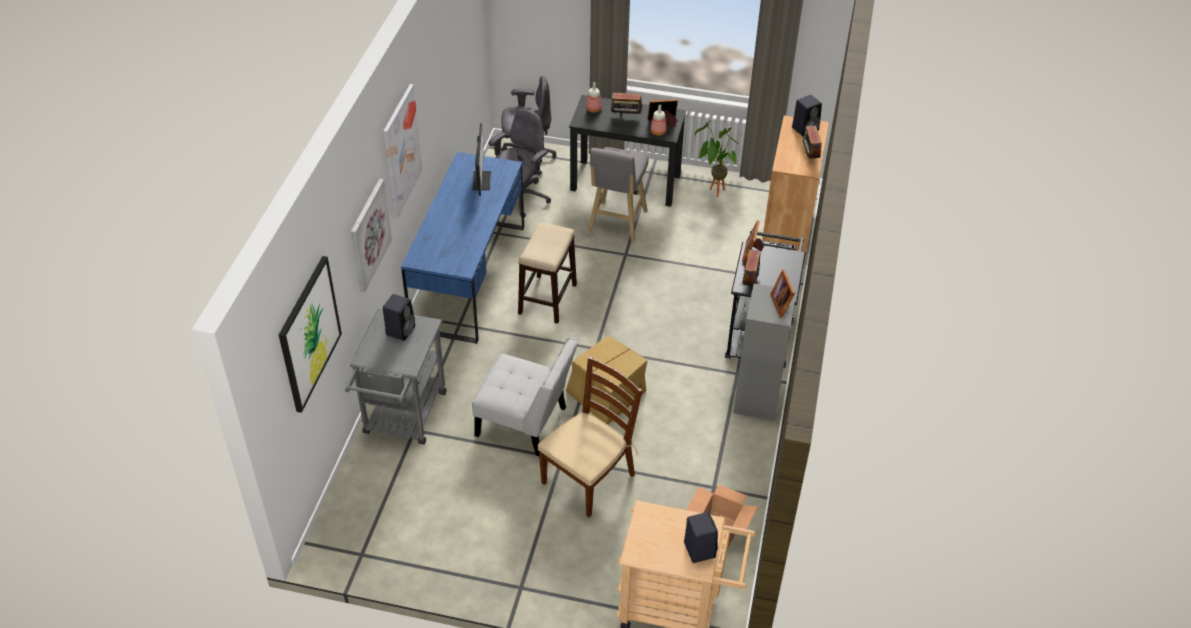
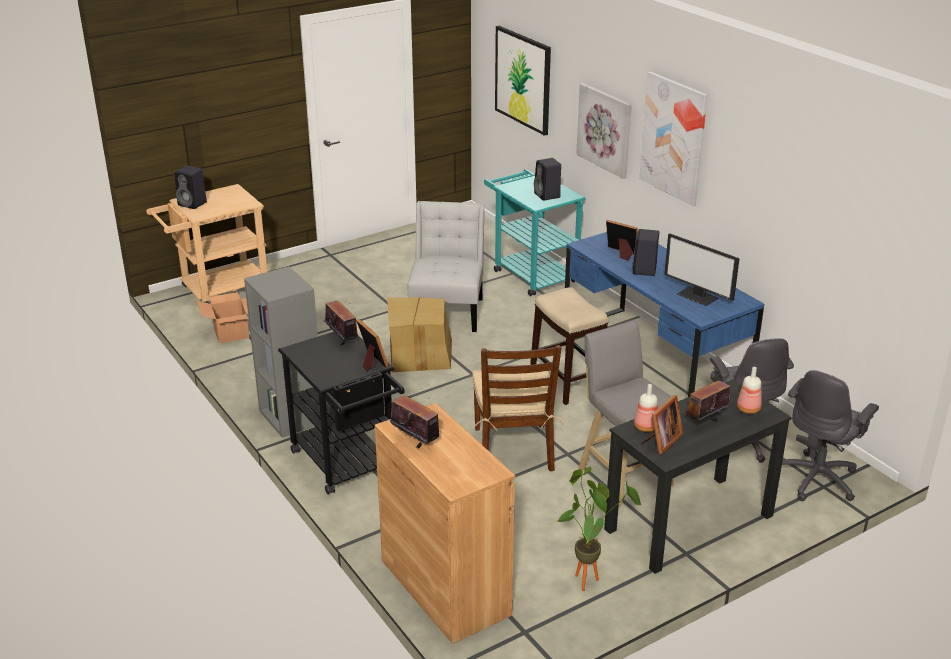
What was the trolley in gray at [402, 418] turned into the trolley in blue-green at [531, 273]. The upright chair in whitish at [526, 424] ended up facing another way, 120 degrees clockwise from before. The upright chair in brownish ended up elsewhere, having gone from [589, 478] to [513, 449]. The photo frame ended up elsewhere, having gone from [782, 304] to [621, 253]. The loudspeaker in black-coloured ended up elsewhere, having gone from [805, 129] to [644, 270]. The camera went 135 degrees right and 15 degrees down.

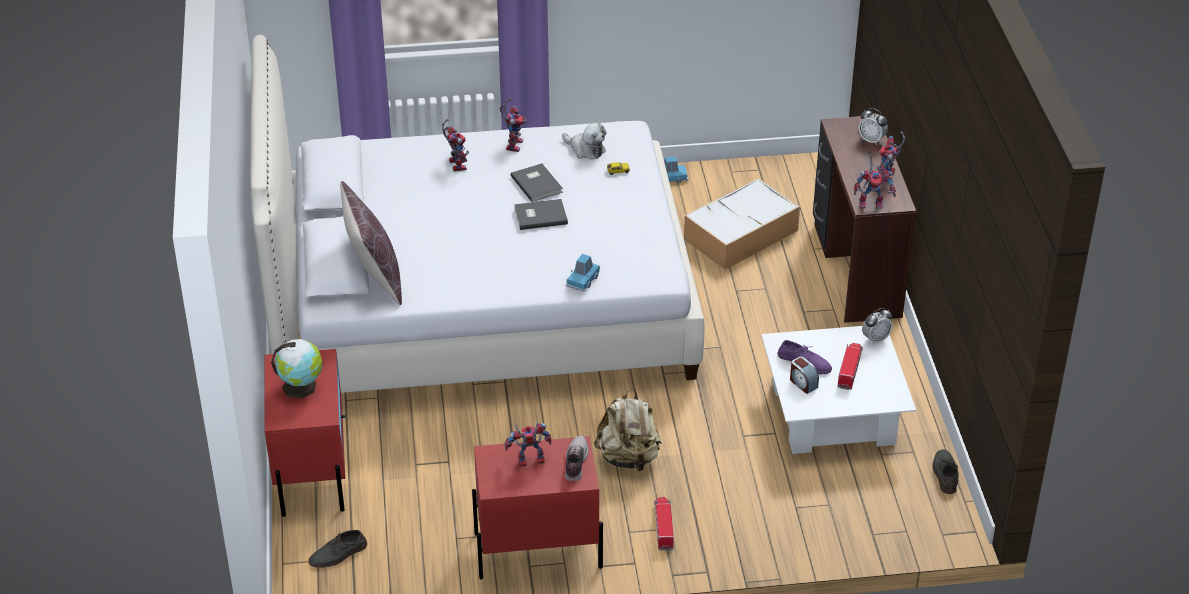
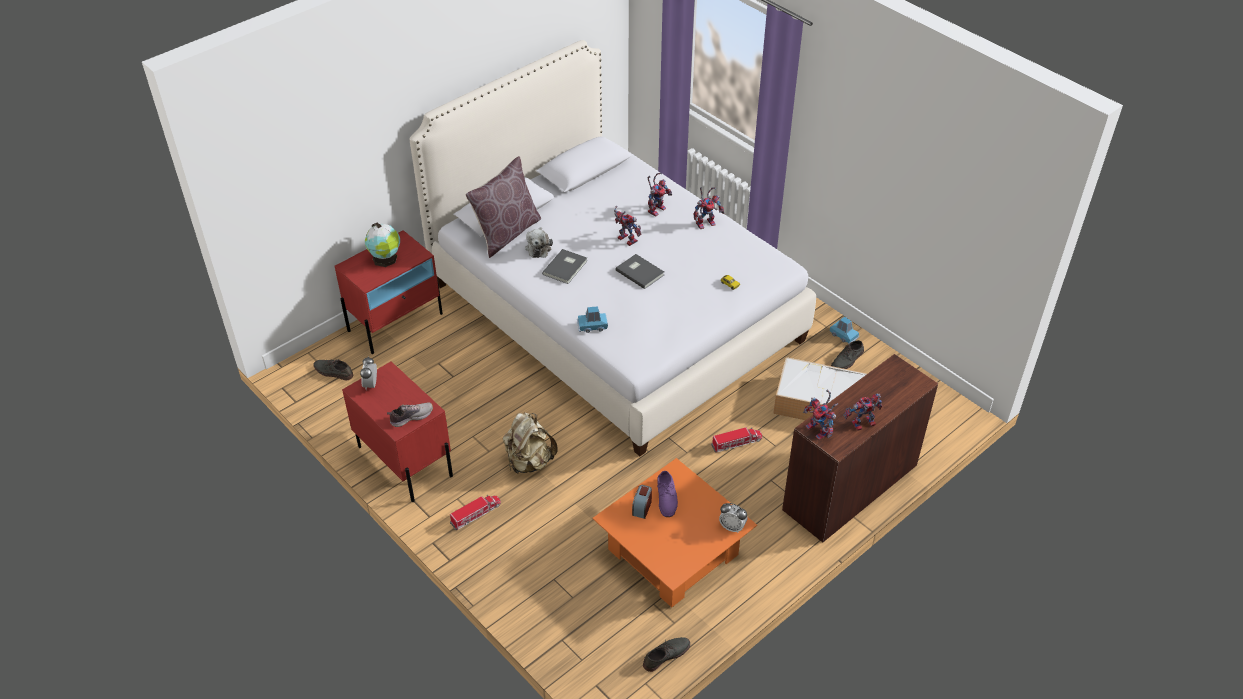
The model robot ended up elsewhere, having gone from [529, 461] to [625, 239]. The bound book in gray ended up elsewhere, having gone from [537, 183] to [566, 267]. The cuddly toy ended up elsewhere, having gone from [585, 149] to [538, 247]. What was the coffee table in whitish at [832, 414] turned into the coffee table in orange at [673, 552]. The model truck ended up elsewhere, having gone from [850, 369] to [736, 443]. The table clock ended up elsewhere, having gone from [871, 140] to [371, 384]. The second view gained the low shoe in gray at [847, 359]. The camera went 55 degrees right and 5 degrees up.

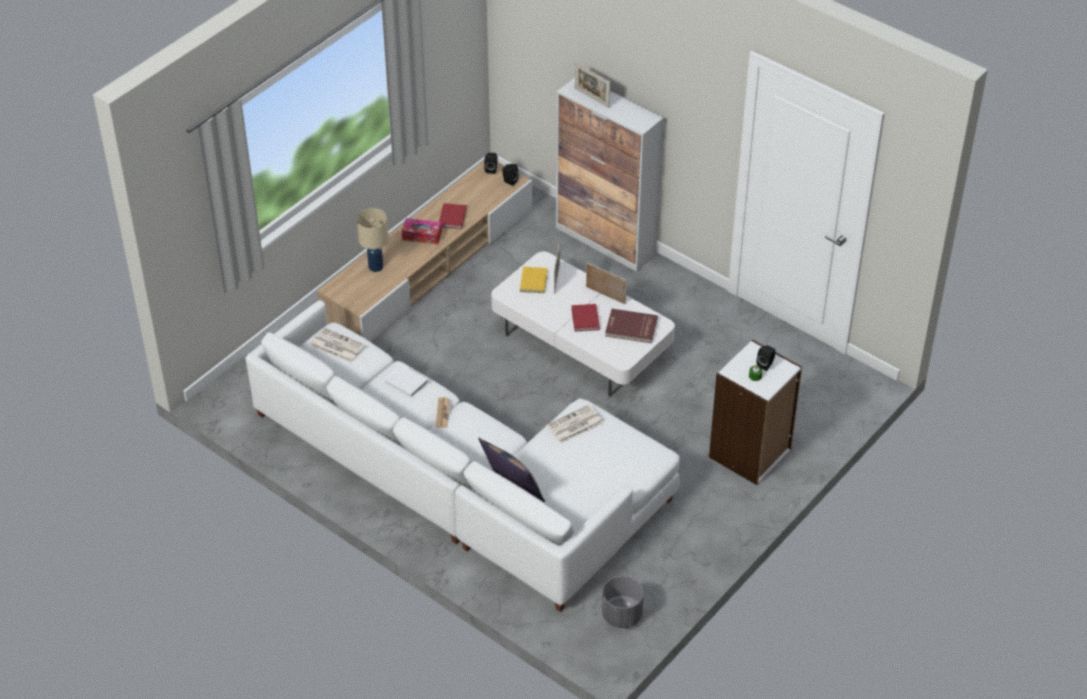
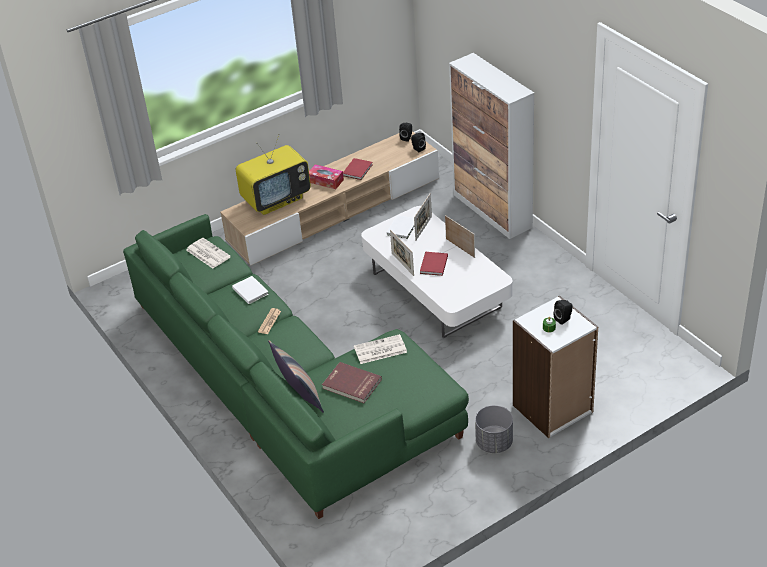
What was the couch in whitish at [467, 480] turned into the couch in green-coloured at [287, 388]. Where the table lamp in beige-coloured stood at [375, 266], the TV came to stand at [276, 199]. What was the bound book in yellowish at [534, 280] turned into the bound book in whitish at [403, 228]. The photo frame ended up elsewhere, having gone from [592, 98] to [402, 264]. The flower pot in gray ended up elsewhere, having gone from [621, 615] to [494, 443]. The bound book in red-coloured ended up elsewhere, having gone from [631, 328] to [351, 384]. The camera went 20 degrees right and 5 degrees down.

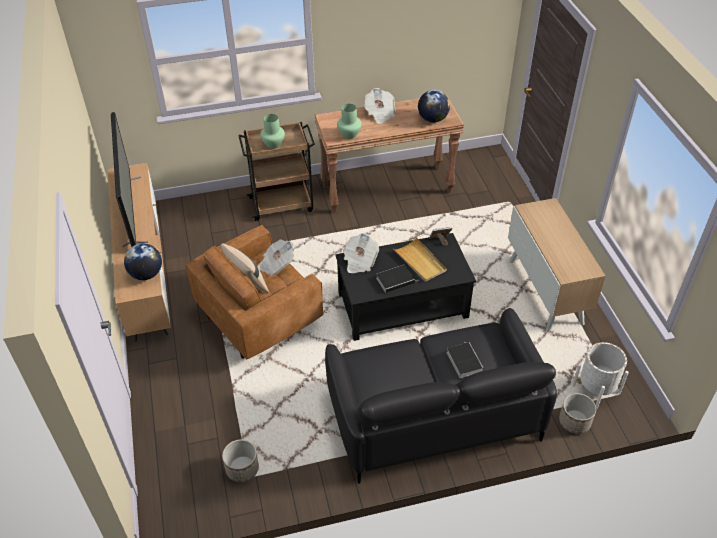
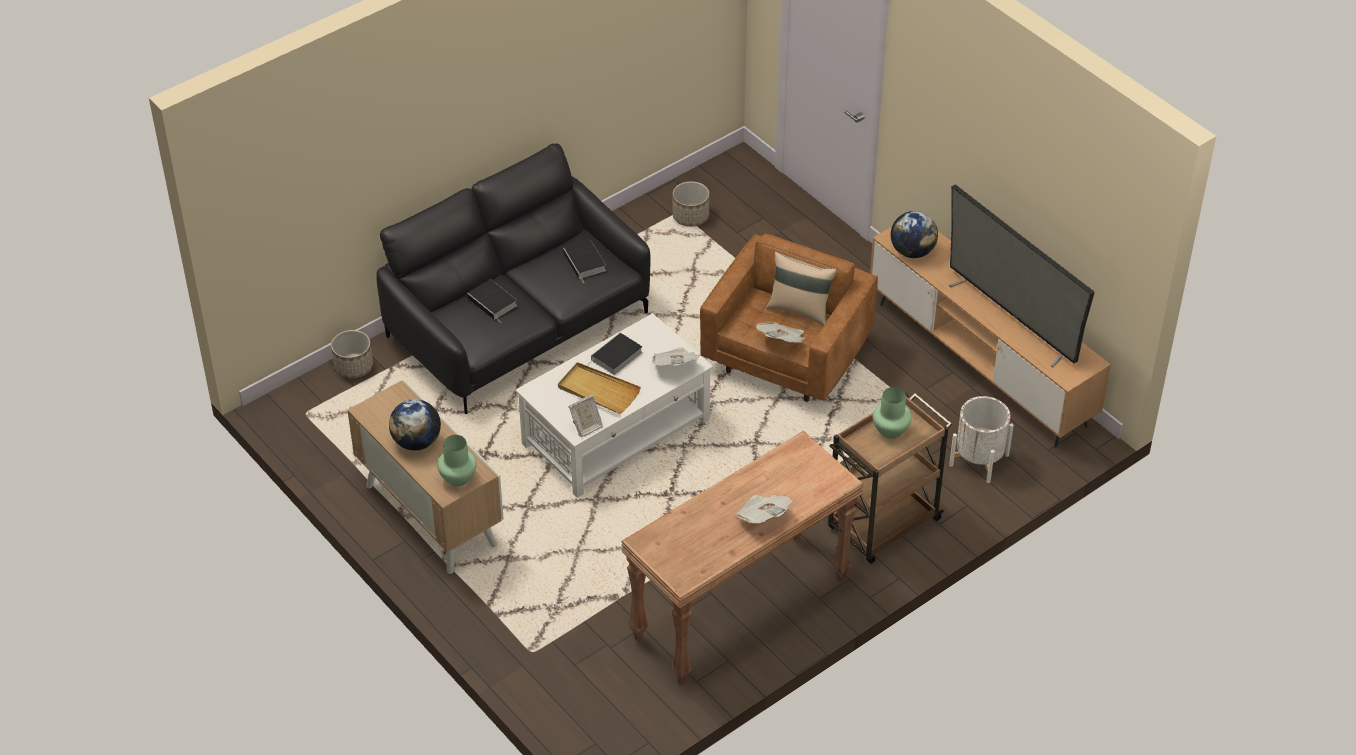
What was the coffee table in black-coloured at [402, 305] turned into the coffee table in whitish at [617, 432]. The flower vase in green-coloured ended up elsewhere, having gone from [349, 134] to [457, 478]. The world globe ended up elsewhere, having gone from [432, 119] to [417, 442]. The flower pot in whitish ended up elsewhere, having gone from [596, 389] to [979, 460]. The second view gained the bound book at [585, 263]. The camera went 155 degrees right and 0 degrees up.

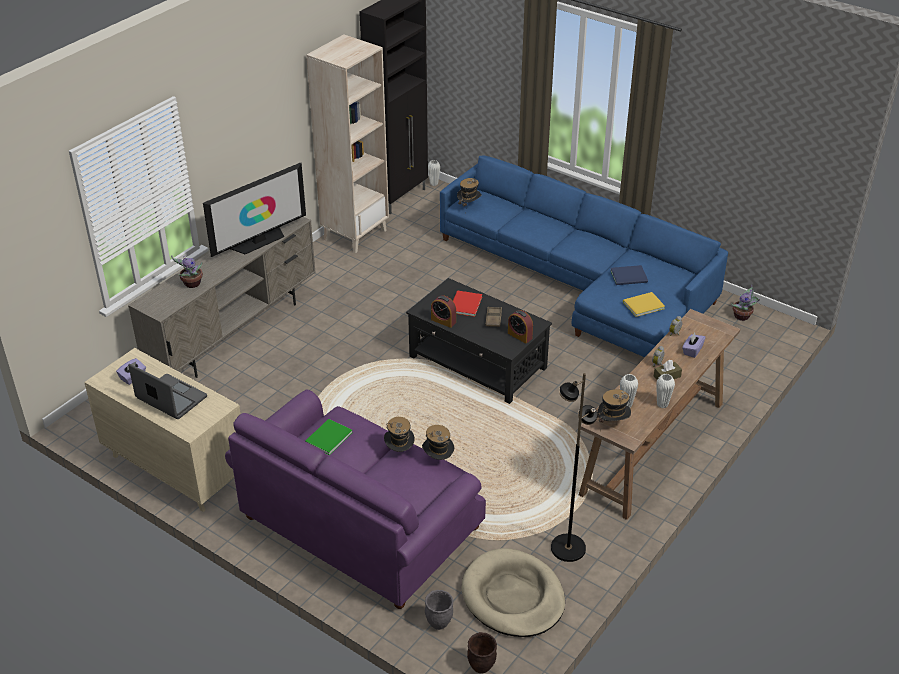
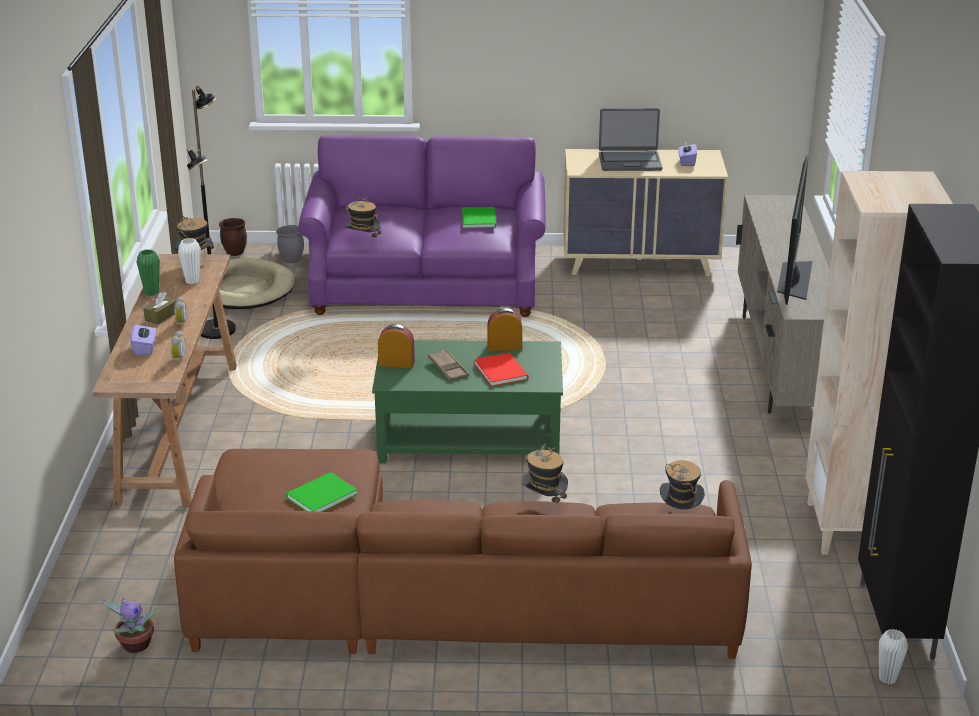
The second view lost the plant in a pot at [191, 284]. The wearable hat ended up elsewhere, having gone from [399, 451] to [544, 503]. What was the coffee table in black-coloured at [478, 362] turned into the coffee table in green-coloured at [468, 437]. What was the couch in blue-coloured at [583, 282] turned into the couch in brownish at [434, 597]. What was the bound book in blue-coloured at [630, 277] turned into the bound book in green-coloured at [319, 495]. The second view lost the bound book in yellowish at [642, 305]. What was the flower vase in whitish at [662, 404] turned into the flower vase in green-coloured at [151, 292]. The camera went 145 degrees right and 10 degrees down.

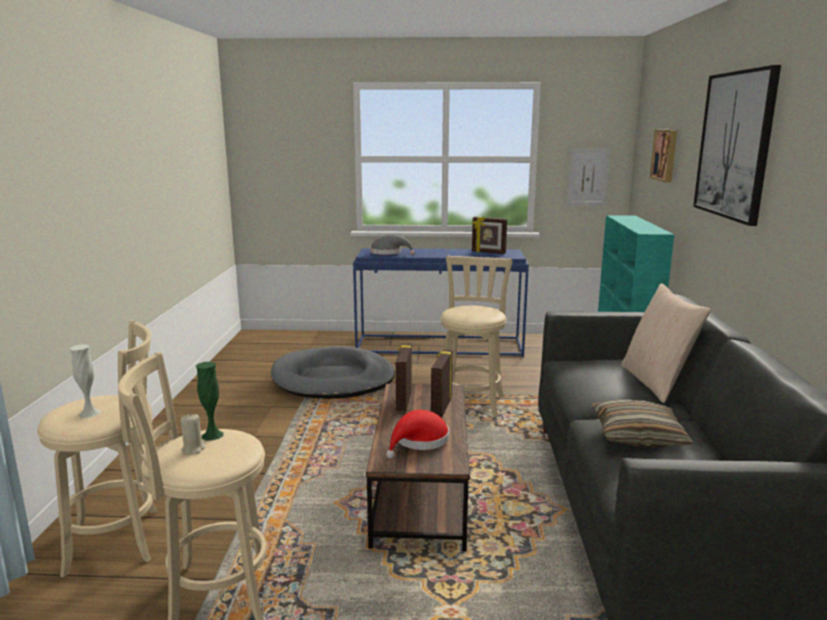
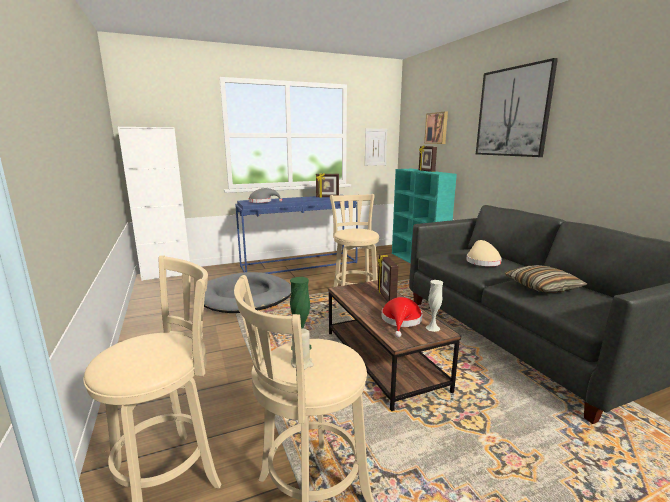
The flower vase in whitish ended up elsewhere, having gone from [89, 413] to [432, 328]. The photo frame ended up elsewhere, having gone from [403, 401] to [426, 171]. The second view lost the pillow in beige-coloured at [656, 382]. The second view gained the storage cabinet in whitish at [167, 274]. The second view gained the wearable hat in beige-coloured at [482, 261]. The camera went 25 degrees left and 0 degrees up.

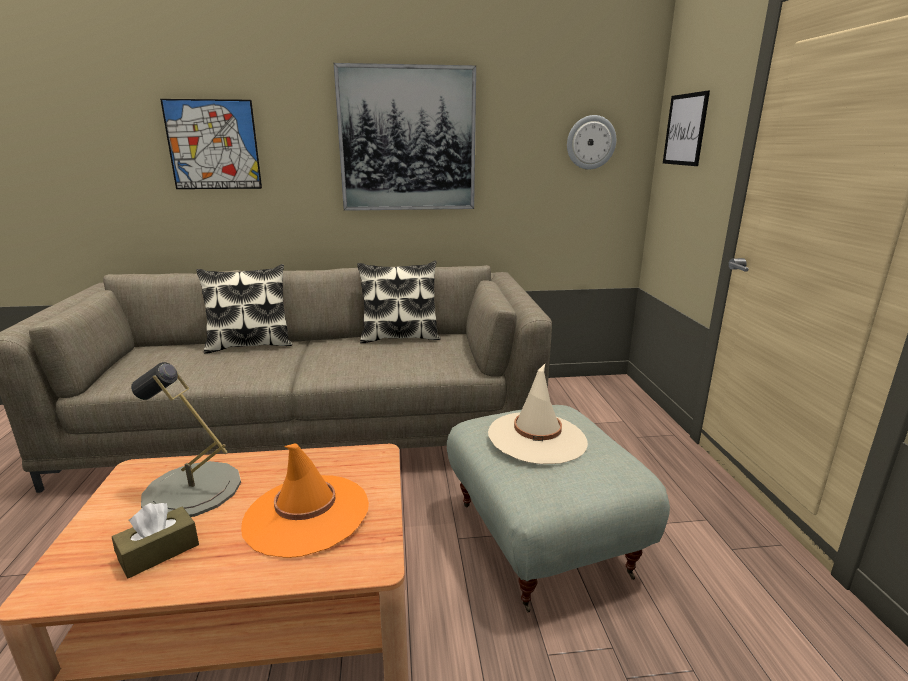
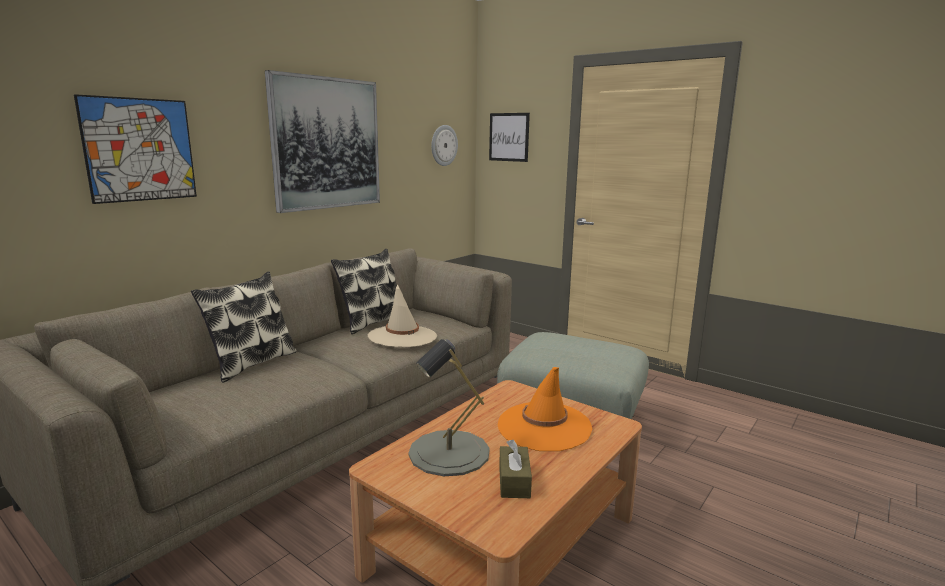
The wearable hat in beige-coloured ended up elsewhere, having gone from [537, 438] to [402, 337]. The camera went 45 degrees left and 5 degrees down.

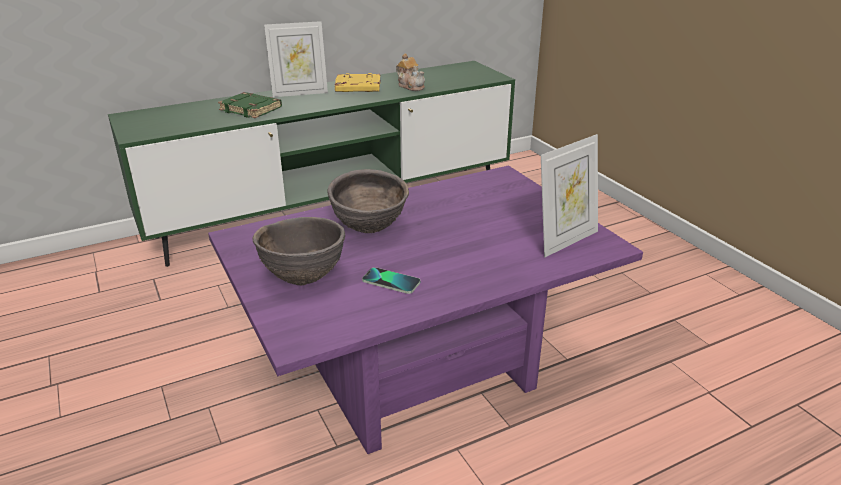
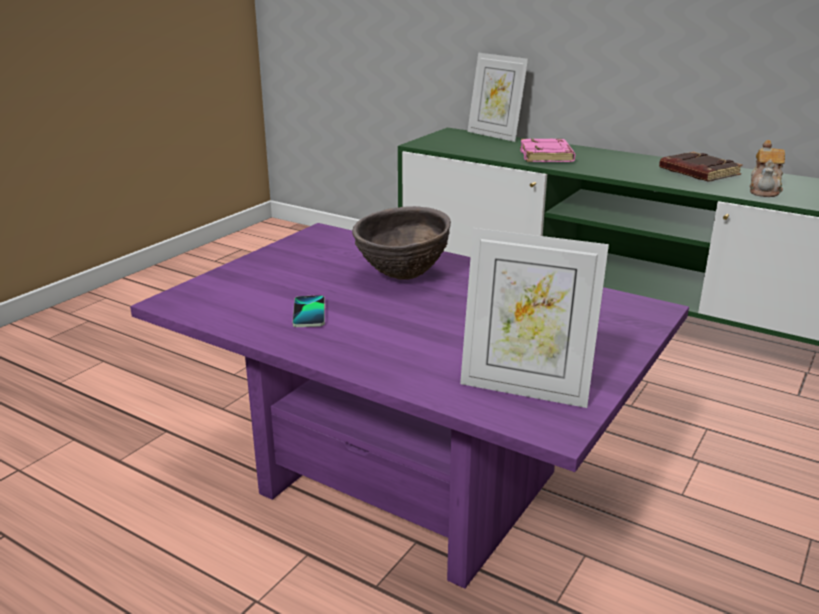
What was the bound book in green-coloured at [252, 109] turned into the bound book in pink-coloured at [547, 156]. The second view lost the serving bowl in brownish at [304, 278]. The photo frame ended up elsewhere, having gone from [300, 93] to [494, 135]. What was the bound book in yellowish at [357, 88] turned into the bound book in brownish at [697, 172]. The camera went 60 degrees right and 5 degrees down.

